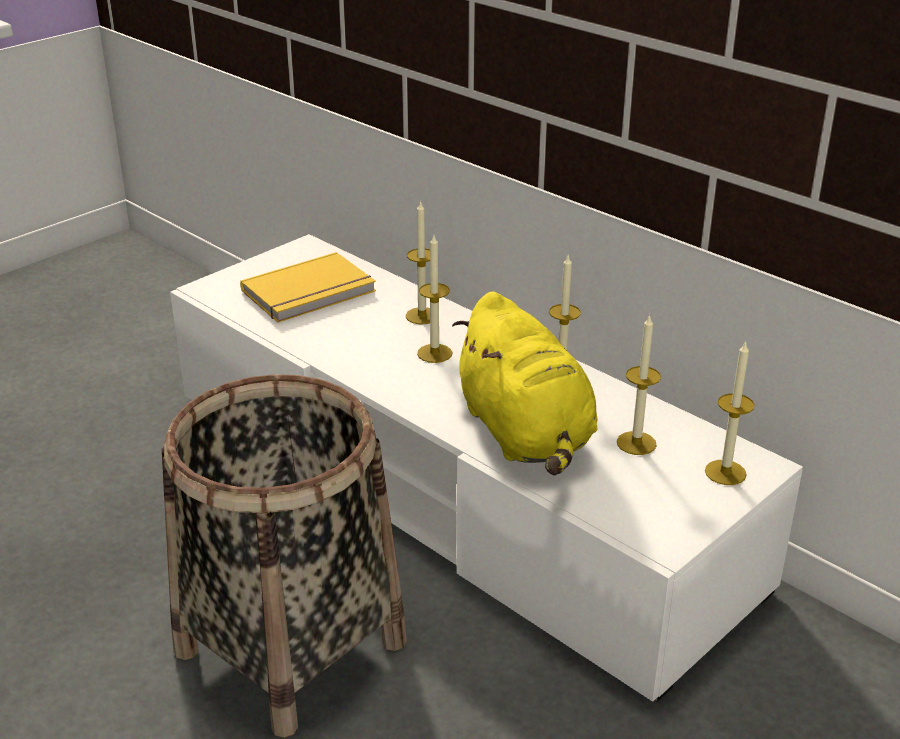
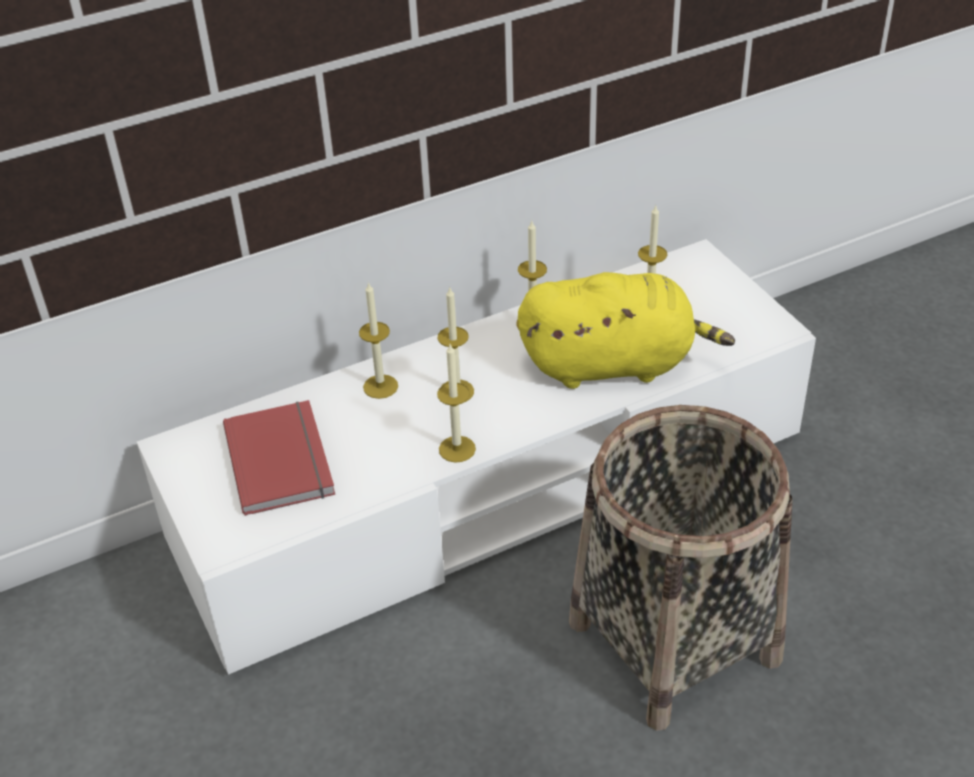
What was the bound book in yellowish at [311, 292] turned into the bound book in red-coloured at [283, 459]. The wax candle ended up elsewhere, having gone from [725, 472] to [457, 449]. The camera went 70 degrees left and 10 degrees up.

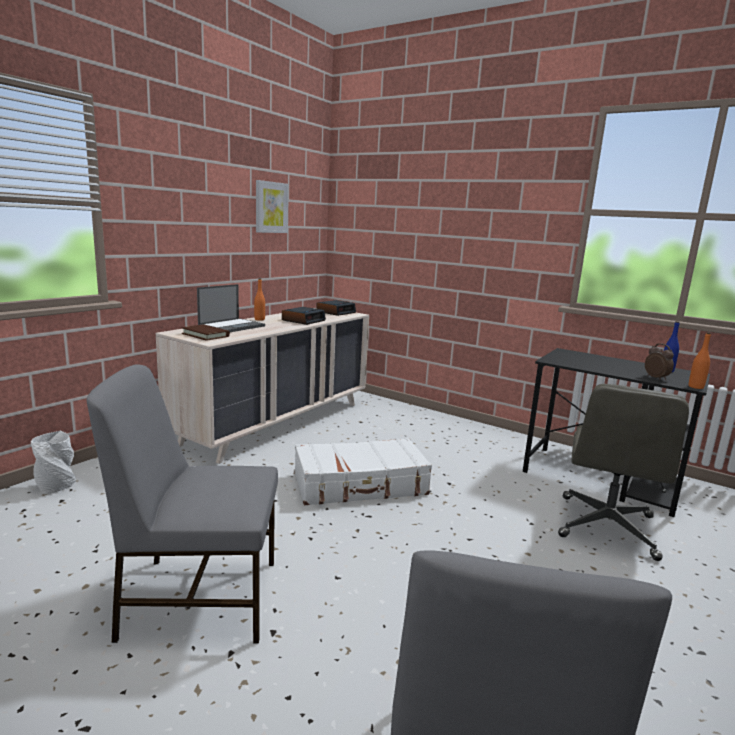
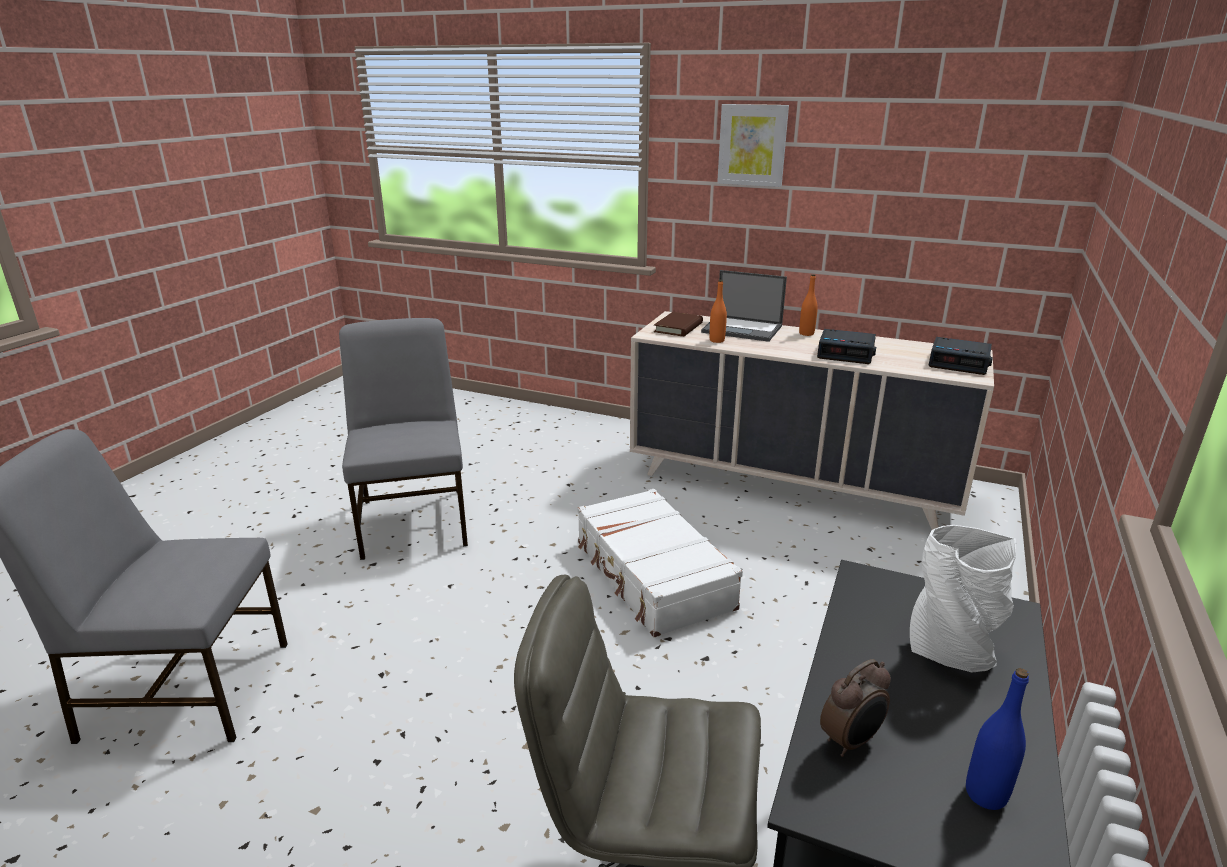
The flower vase in whitish ended up elsewhere, having gone from [57, 486] to [952, 650]. The picture ended up elsewhere, having gone from [271, 207] to [752, 145]. The bottle in orange ended up elsewhere, having gone from [696, 387] to [717, 340]. The camera went 80 degrees right and 10 degrees up.

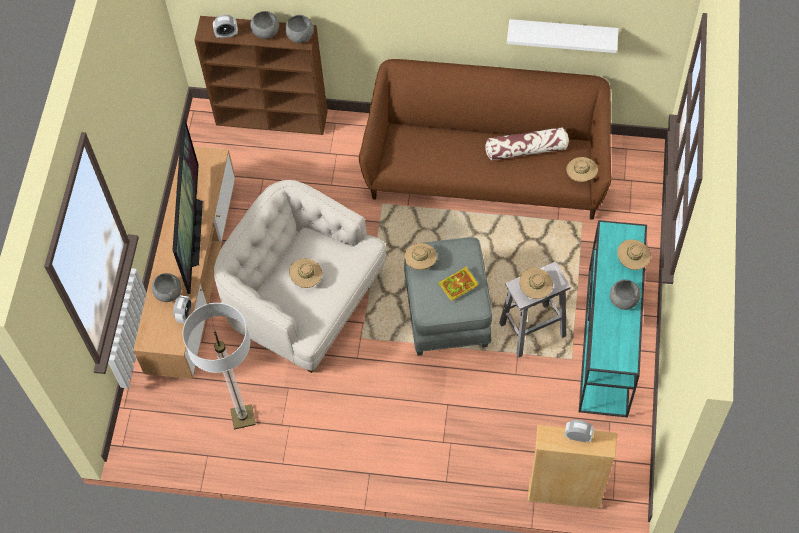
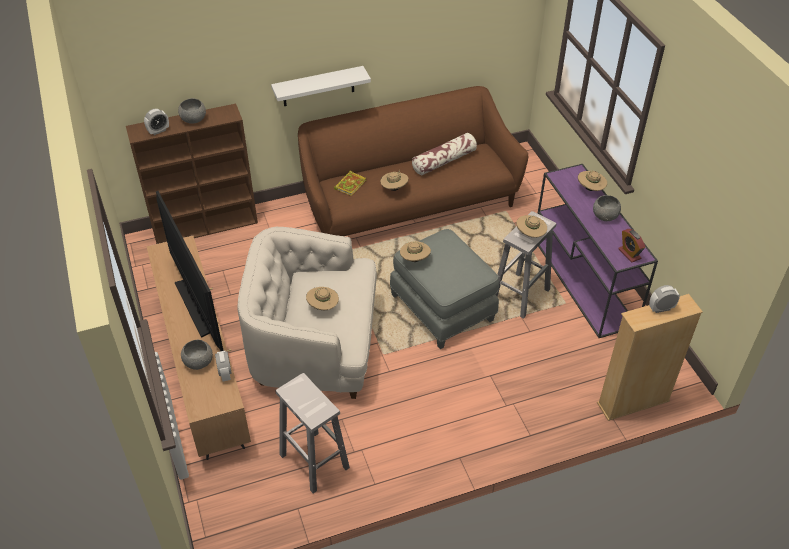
Where the standard lamp stood at [243, 417], the sitting stool in whitish came to stand at [313, 460]. The second view lost the serving bowl in gray at [300, 36]. The bound book ended up elsewhere, having gone from [459, 284] to [350, 184]. The wall shelf in whitish ended up elsewhere, having gone from [562, 33] to [318, 86]. The wearable hat in beige-coloured ended up elsewhere, having gone from [581, 175] to [394, 188]. What was the hall table in blue-green at [607, 343] turned into the hall table in purple-coloured at [584, 282]. The second view gained the table clock at [629, 254]. The camera went 30 degrees left and 15 degrees down.

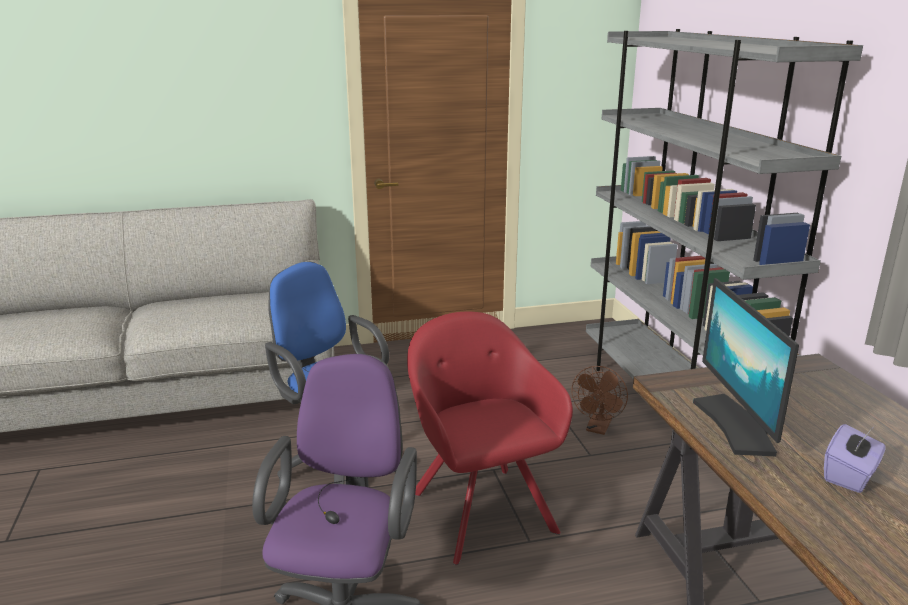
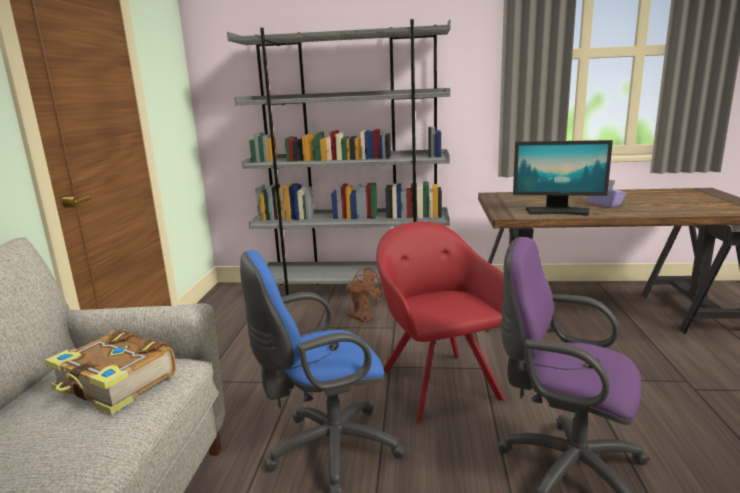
The easy chair in red-coloured at [479, 507] ended up facing another way, 75 degrees clockwise from before. The second view gained the bound book at [116, 384]. The camera went 70 degrees left and 5 degrees down.

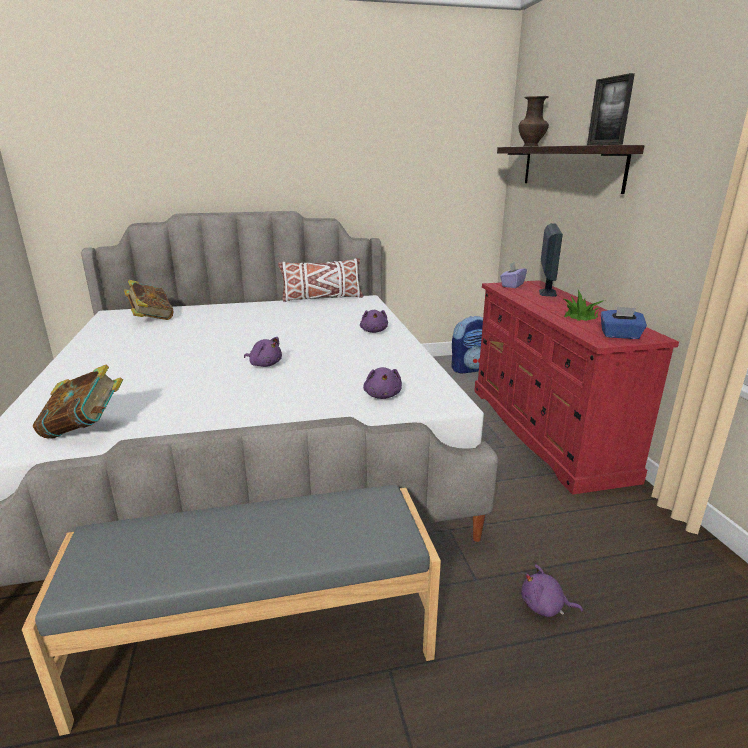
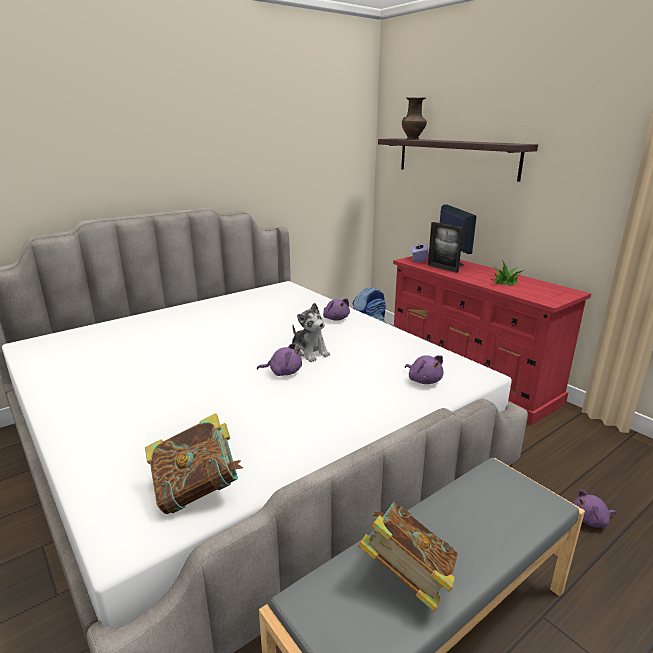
The bound book ended up elsewhere, having gone from [151, 318] to [407, 577]. The second view lost the pillow in whitish at [322, 298]. The photo frame ended up elsewhere, having gone from [604, 145] to [442, 268]. The second view lost the box of tissues in blue-coloured at [620, 335]. The second view gained the cuddly toy at [309, 352]. The camera went 25 degrees left and 0 degrees up.

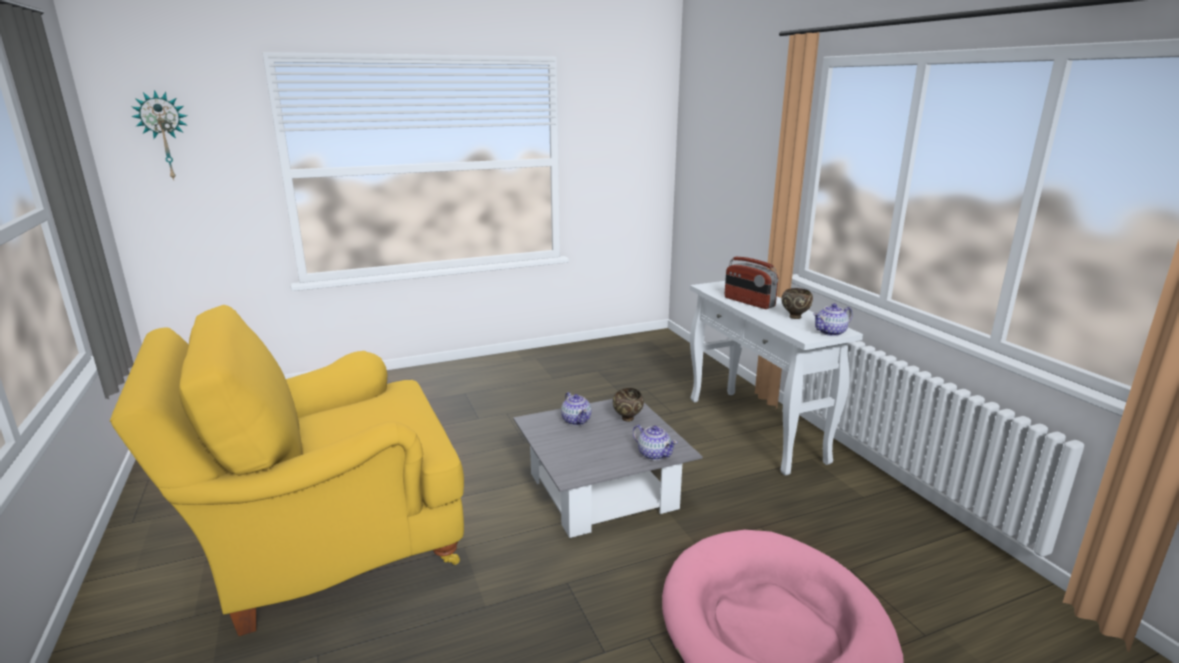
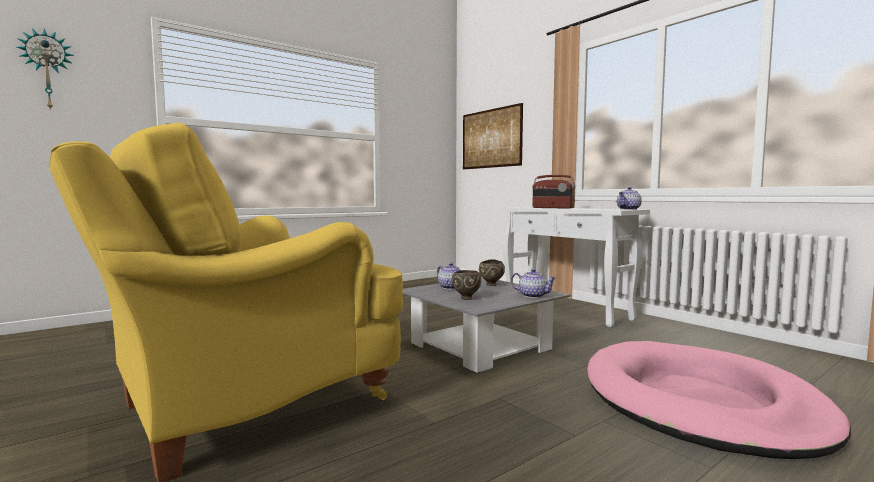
The serving bowl in brownish ended up elsewhere, having gone from [794, 316] to [466, 298]. The second view gained the picture at [491, 138]. The camera went 15 degrees left and 15 degrees down.

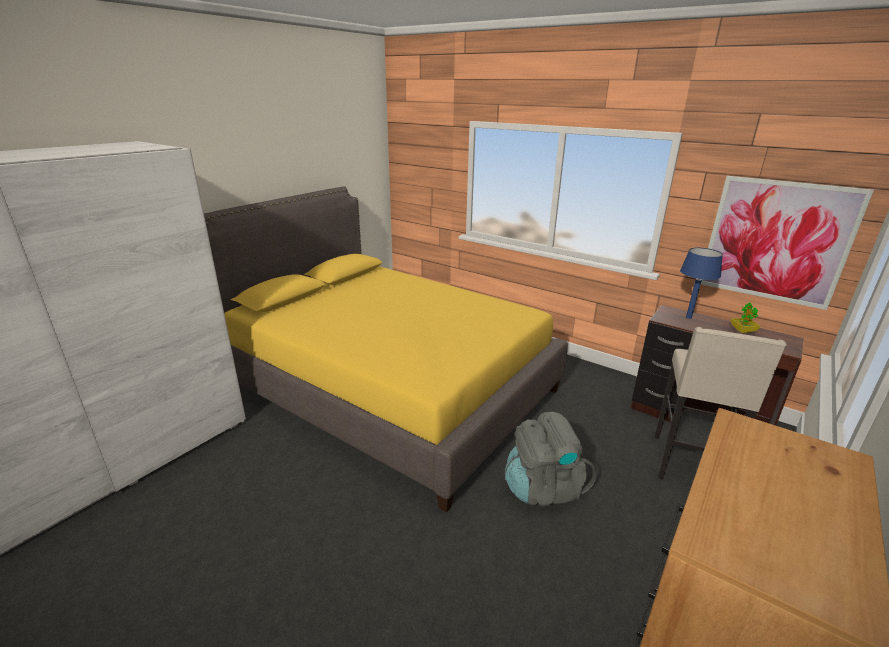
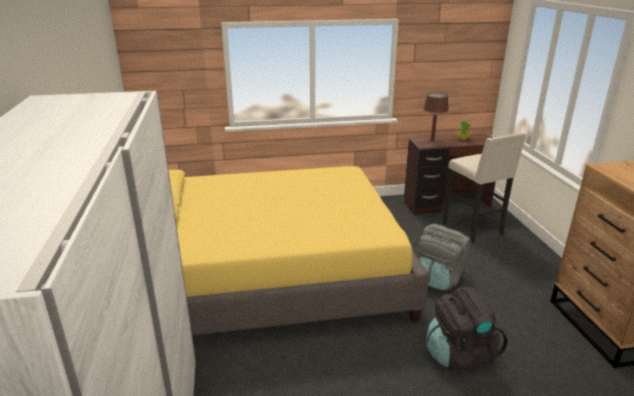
What was the table lamp in blue-coloured at [689, 317] turned into the table lamp in brownish at [432, 140]. The second view lost the picture at [776, 241]. The second view gained the backpack in black-coloured at [459, 354]. The camera went 45 degrees left and 0 degrees up.

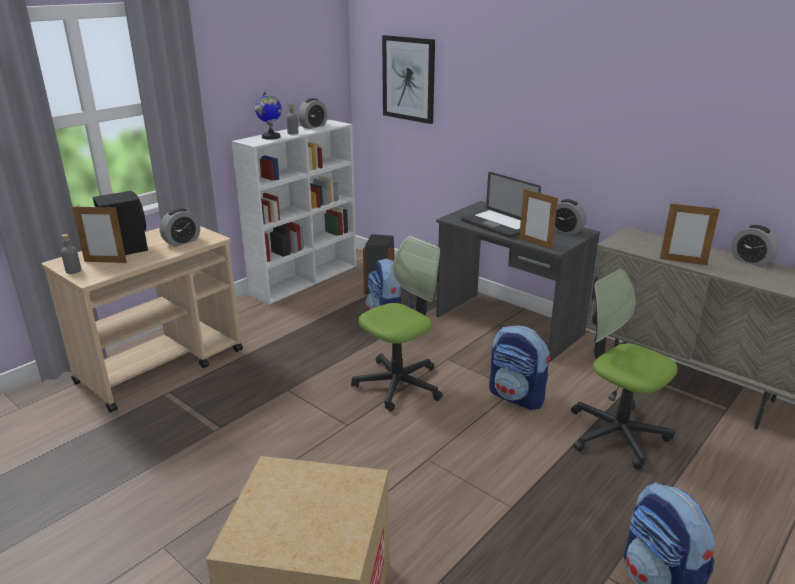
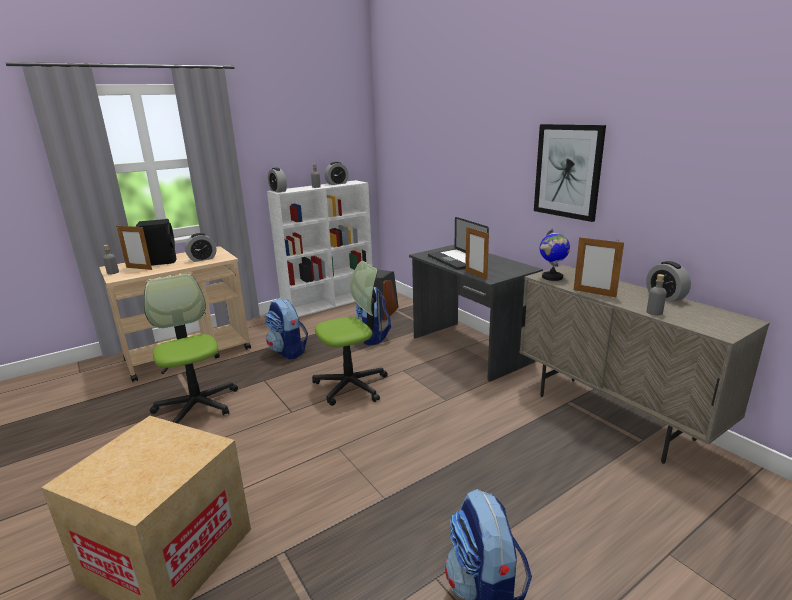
The world globe ended up elsewhere, having gone from [271, 137] to [552, 277]. The picture ended up elsewhere, having gone from [408, 79] to [568, 171]. The backpack ended up elsewhere, having gone from [517, 397] to [288, 351]. The table clock ended up elsewhere, having gone from [565, 231] to [278, 191]. The computer chair ended up elsewhere, having gone from [616, 434] to [197, 406]. The second view gained the bottle in gray at [654, 312]. The camera went 15 degrees right and 5 degrees down.

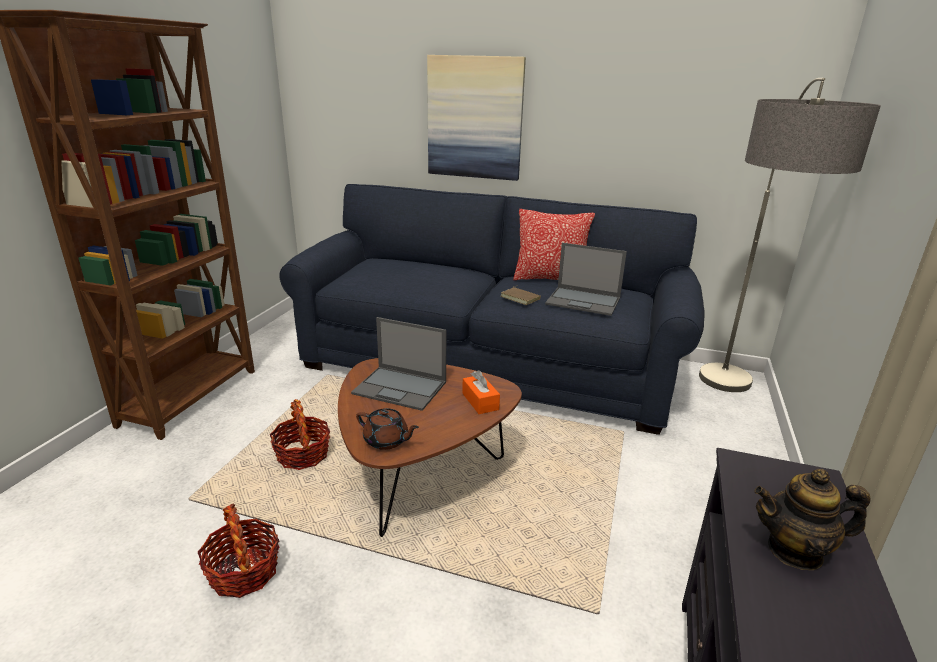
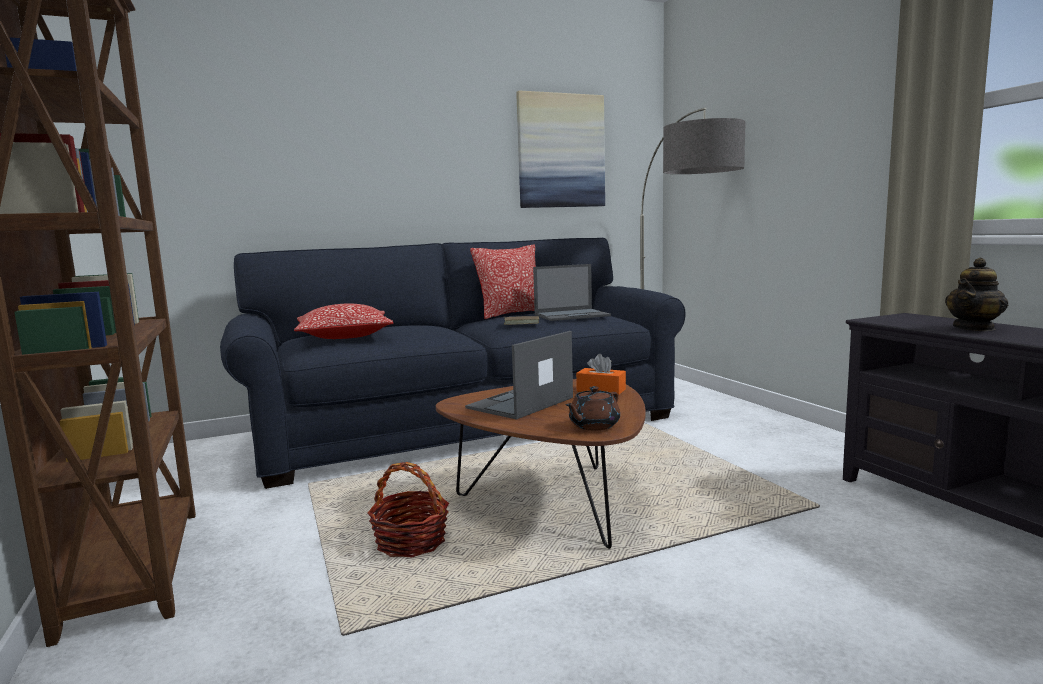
The second view lost the storage basket at [243, 572]. The laptop at [401, 388] ended up facing another way, 150 degrees clockwise from before. The teapot in brownish at [387, 440] ended up facing another way, 150 degrees clockwise from before. The picture ended up elsewhere, having gone from [475, 118] to [561, 151]. The second view gained the pillow at [344, 336]. The camera went 40 degrees left and 15 degrees down.

